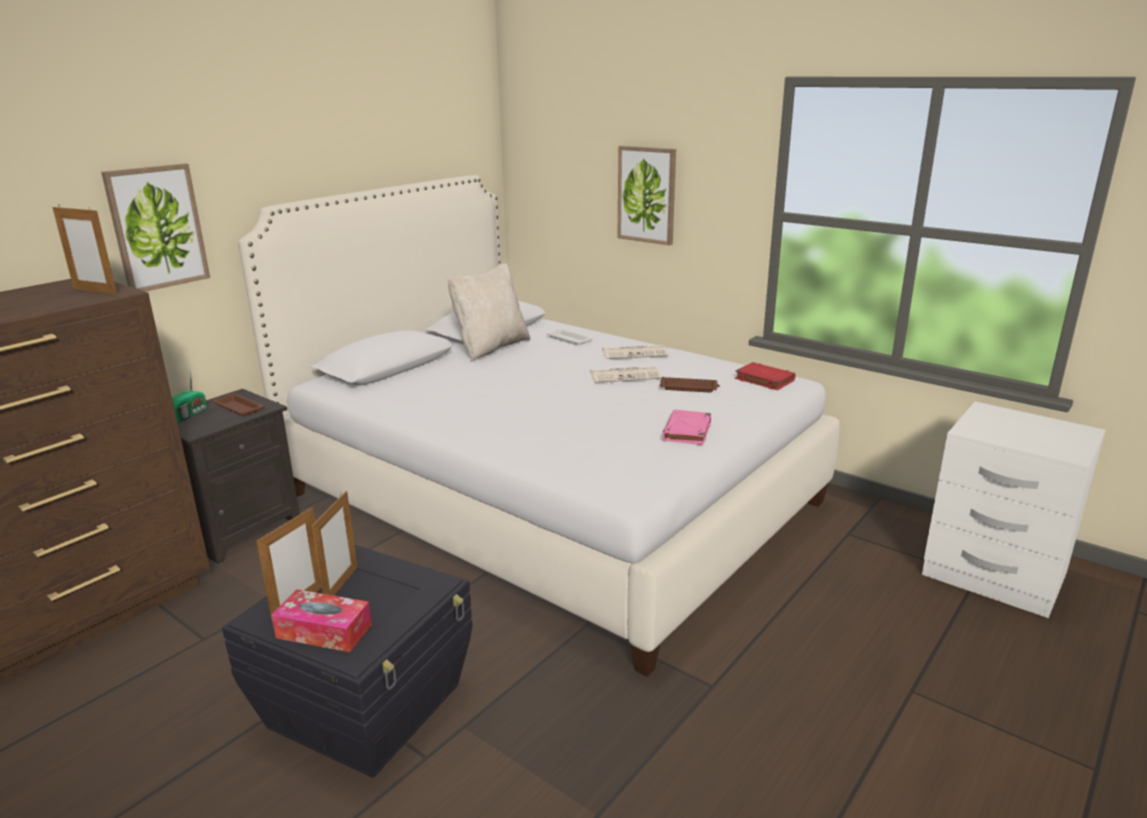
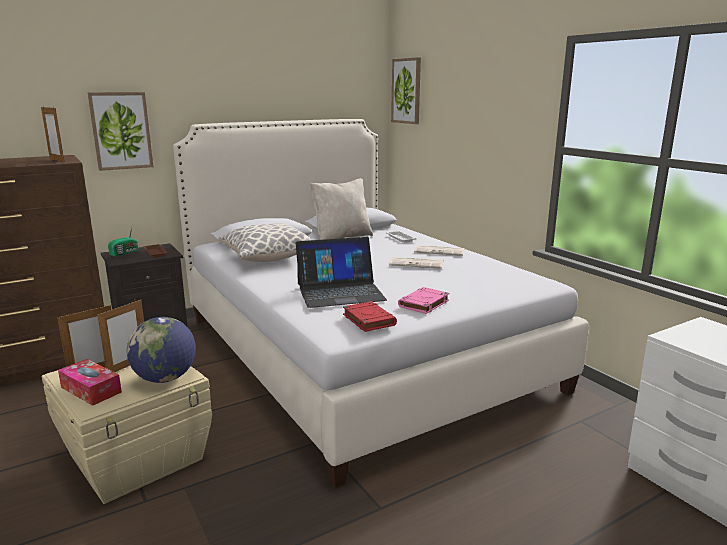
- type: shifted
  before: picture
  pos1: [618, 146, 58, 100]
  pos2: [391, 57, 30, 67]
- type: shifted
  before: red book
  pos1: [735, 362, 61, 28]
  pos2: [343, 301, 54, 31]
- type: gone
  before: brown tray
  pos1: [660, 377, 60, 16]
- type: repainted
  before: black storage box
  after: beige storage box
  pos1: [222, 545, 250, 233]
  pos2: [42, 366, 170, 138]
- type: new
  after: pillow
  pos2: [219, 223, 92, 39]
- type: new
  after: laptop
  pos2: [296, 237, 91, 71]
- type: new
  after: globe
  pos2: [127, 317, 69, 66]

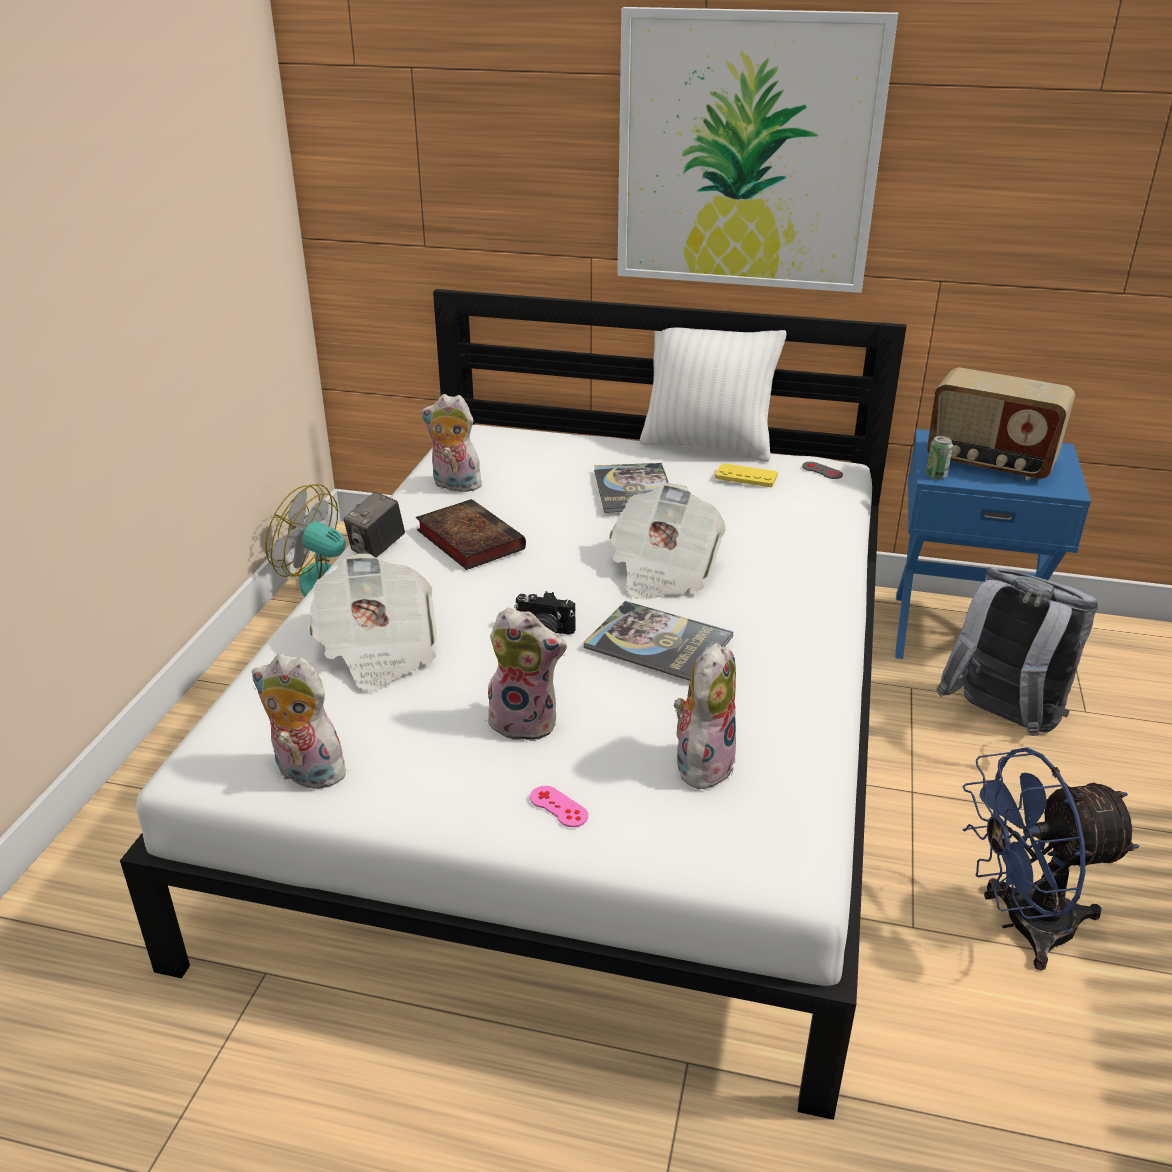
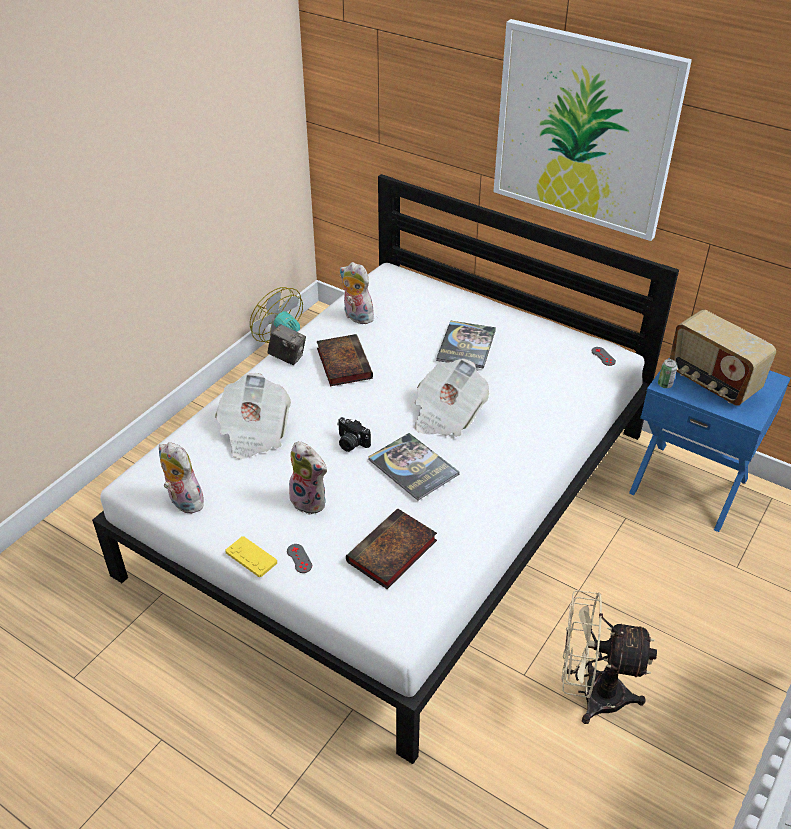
- type: gone
  before: white pillow
  pos1: [640, 327, 147, 135]
- type: shifted
  before: yellow game controller
  pos1: [715, 463, 63, 24]
  pos2: [225, 536, 52, 41]
- type: rotated
  before: photo camera
  pos1: [344, 492, 61, 66]
  pos2: [267, 324, 39, 41]
  turn: -120
- type: gone
  before: grey backpack
  pos1: [936, 567, 162, 169]
- type: swapped
  before: plush toy
  after: book
  pos1: [674, 643, 62, 150]
  pos2: [346, 508, 91, 81]
- type: repainted
  before: blue fan
  after: beige fan
  pos1: [963, 747, 176, 224]
  pos2: [562, 590, 95, 134]
- type: repainted
  before: pink game controller
  after: grey game controller
  pos1: [530, 786, 58, 41]
  pos2: [287, 544, 25, 29]

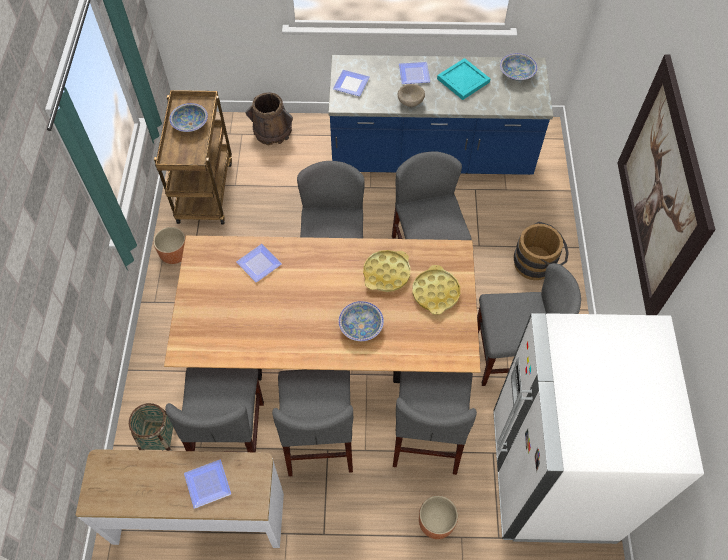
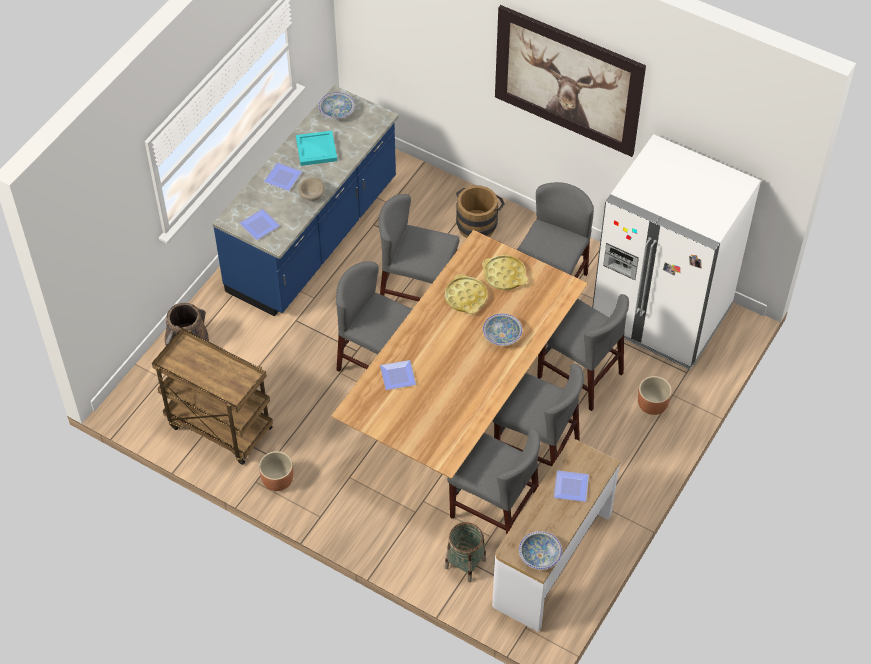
- type: shifted
  before: bowl
  pos1: [169, 103, 39, 29]
  pos2: [519, 531, 43, 39]

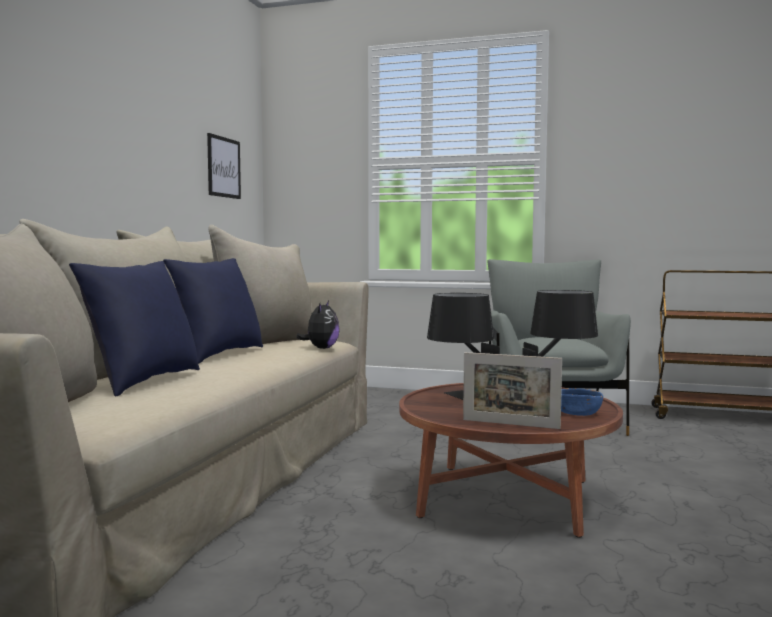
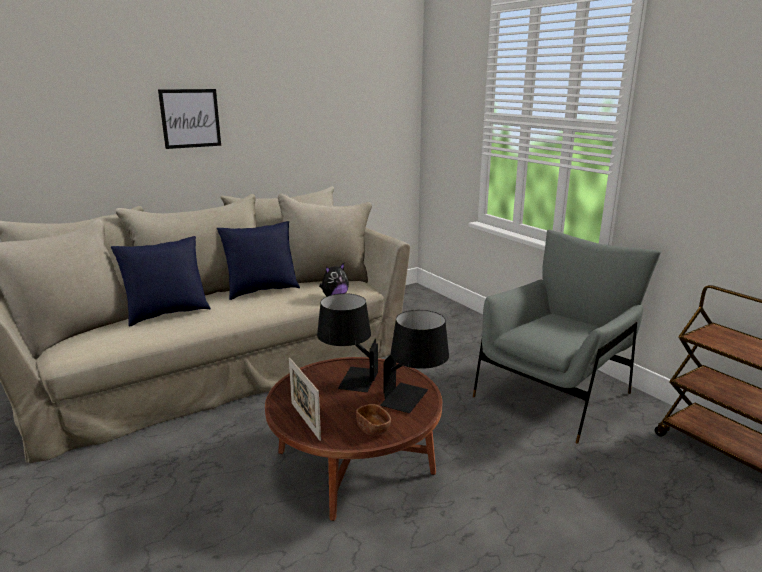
- type: shifted
  before: picture
  pos1: [207, 133, 34, 66]
  pos2: [158, 89, 63, 60]
- type: repainted
  before: blue bowl
  after: brown bowl
  pos1: [561, 388, 42, 28]
  pos2: [356, 404, 35, 31]

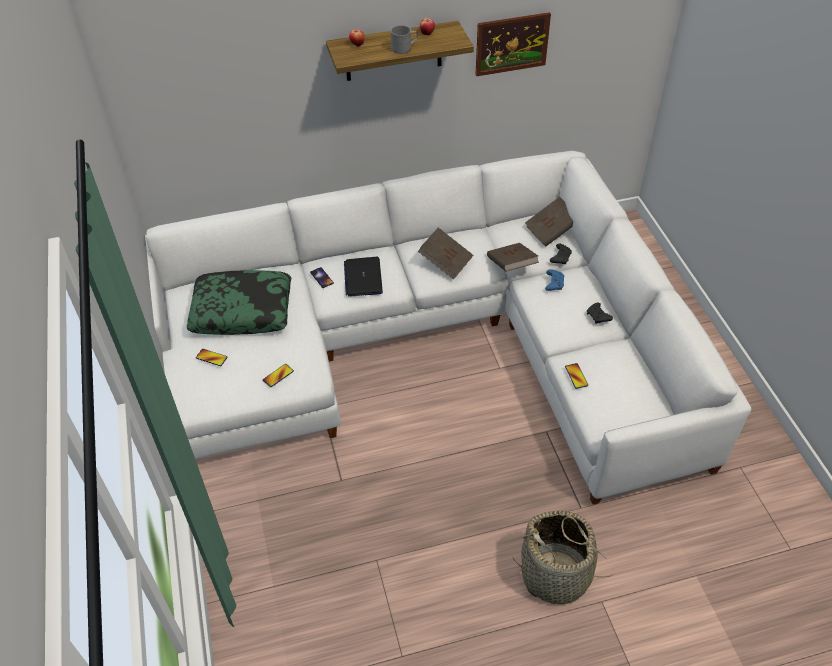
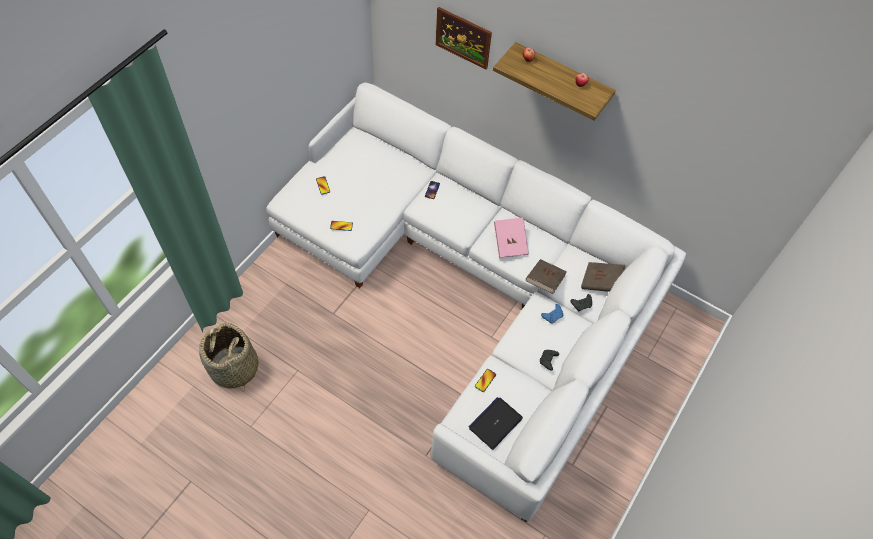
- type: shifted
  before: picture
  pos1: [476, 12, 75, 65]
  pos2: [436, 7, 56, 63]
- type: gone
  before: grey mug
  pos1: [390, 25, 28, 29]
- type: repainted
  before: brown book
  after: pink book
  pos1: [418, 227, 55, 53]
  pos2: [494, 218, 35, 40]
- type: shifted
  before: laptop
  pos1: [344, 257, 39, 40]
  pos2: [468, 397, 55, 53]
- type: gone
  before: pillow
  pos1: [187, 270, 104, 65]
- type: shifted
  before: basket
  pos1: [513, 510, 101, 95]
  pos2: [199, 323, 59, 69]

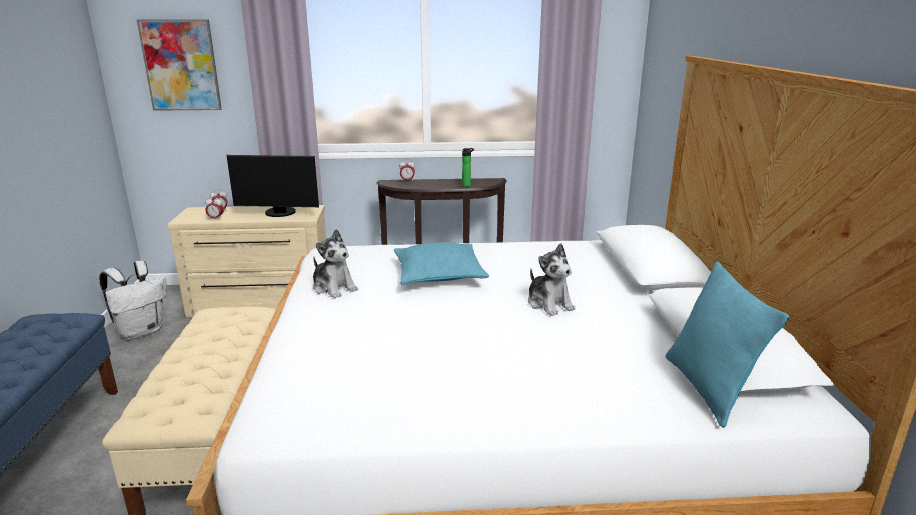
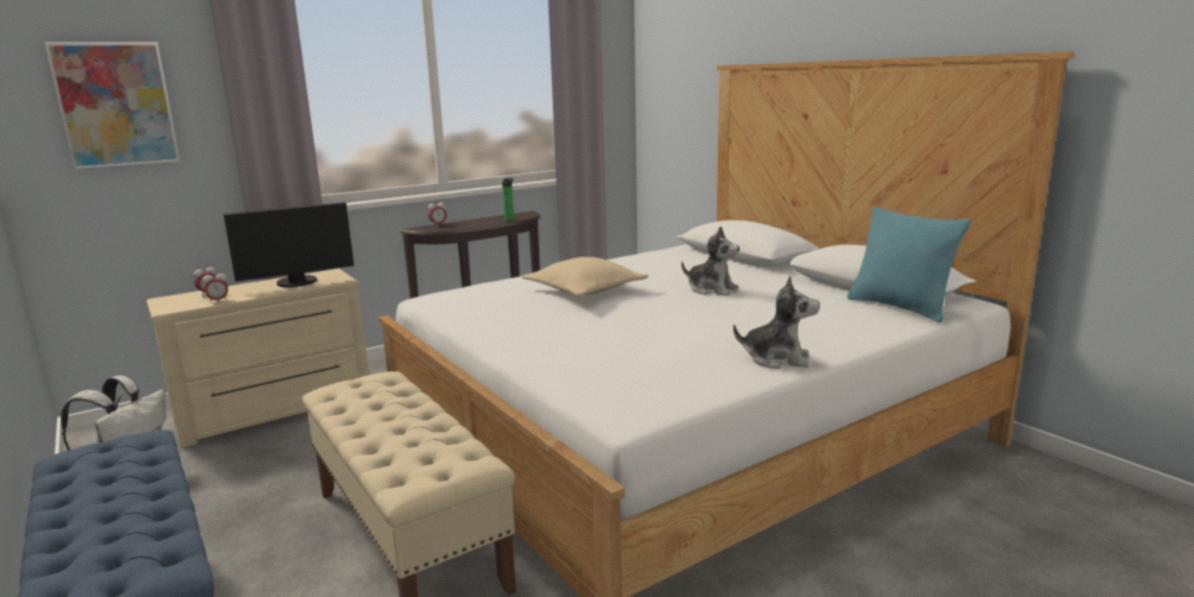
- type: shifted
  before: plush toy
  pos1: [313, 229, 45, 69]
  pos2: [733, 276, 87, 93]
- type: repainted
  before: turquoise pillow
  after: beige pillow
  pos1: [394, 242, 95, 42]
  pos2: [522, 257, 127, 40]

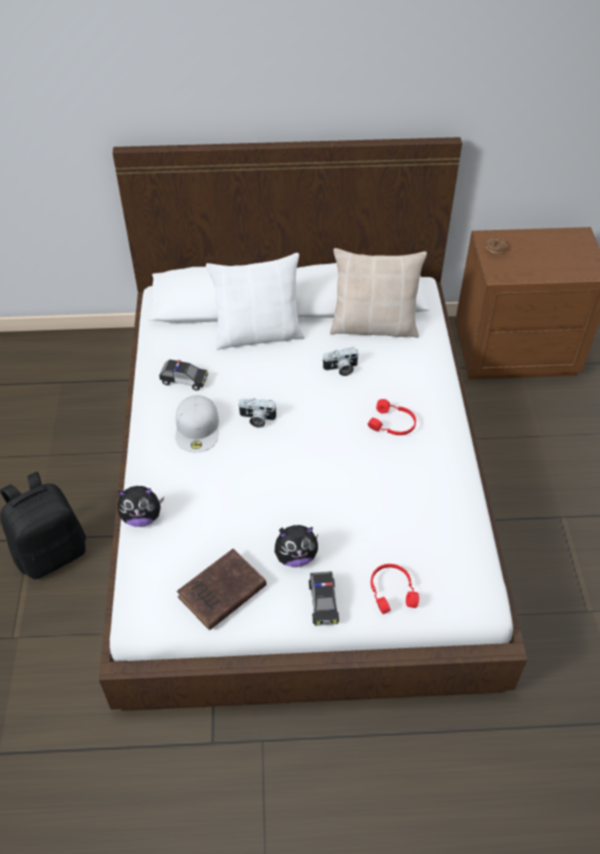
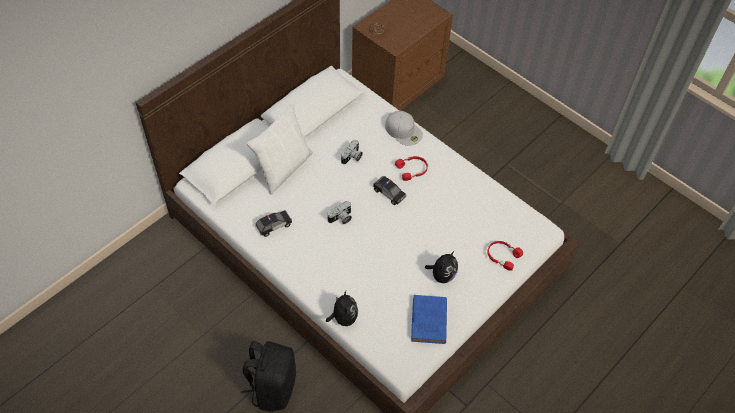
- type: gone
  before: beige pillow
  pos1: [330, 248, 97, 90]
- type: shifted
  before: white cap
  pos1: [175, 395, 44, 57]
  pos2: [385, 111, 38, 35]
- type: rotated
  before: plush toy
  pos1: [117, 486, 47, 41]
  pos2: [326, 291, 32, 35]
  turn: -45
- type: repainted
  before: brown book
  after: blue book
  pos1: [177, 549, 90, 82]
  pos2: [411, 295, 36, 49]
- type: shifted
  before: toy car
  pos1: [309, 571, 30, 55]
  pos2: [373, 176, 33, 29]

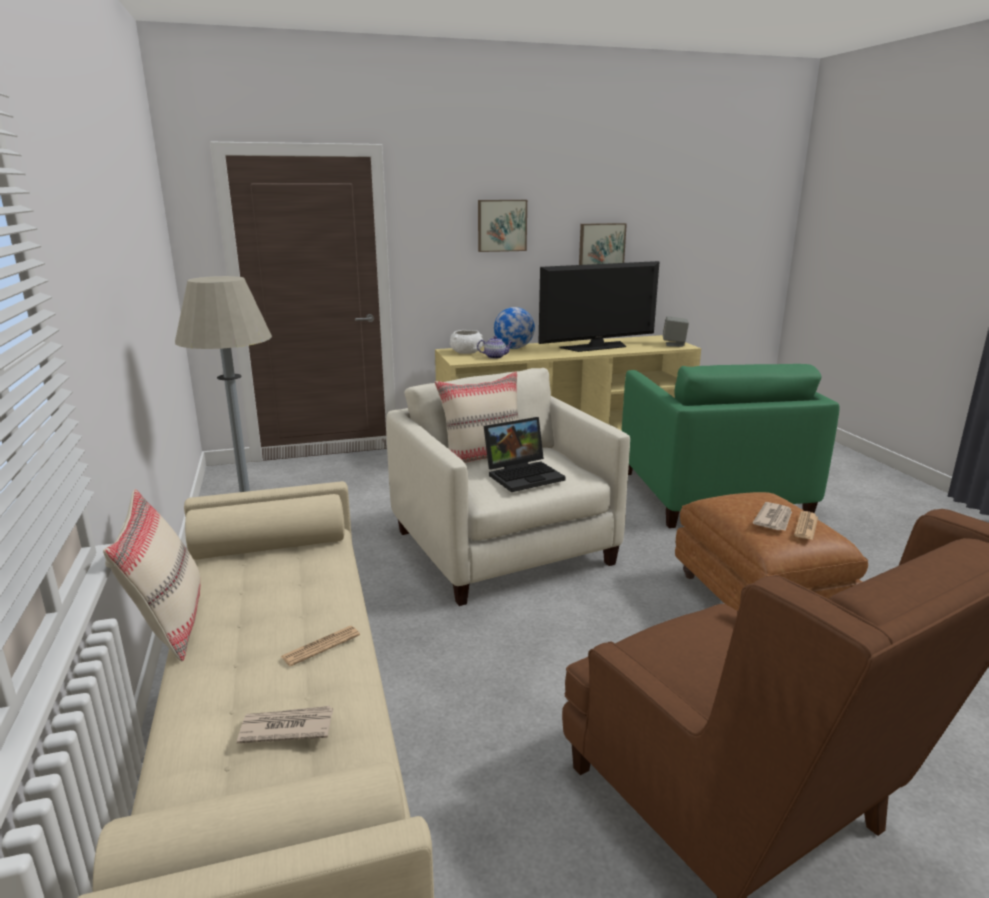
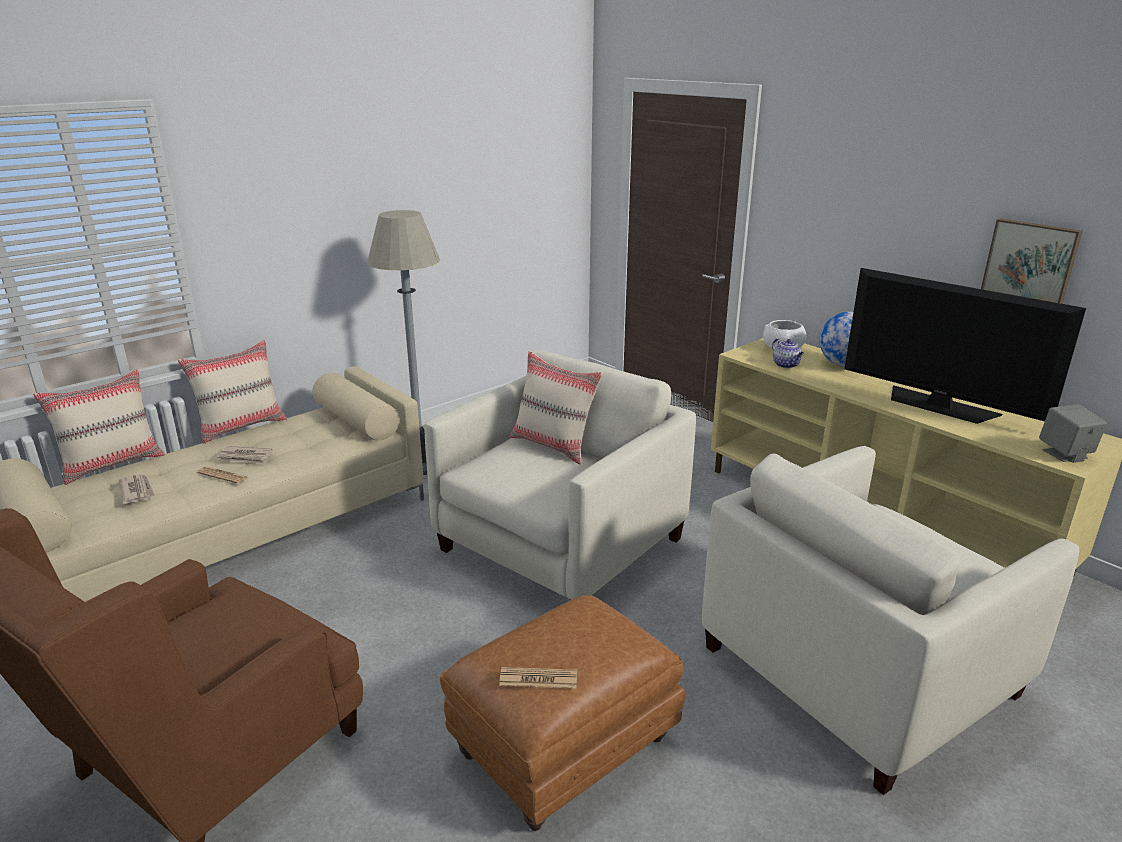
- type: gone
  before: picture
  pos1: [478, 200, 49, 52]
- type: repainted
  before: green armchair
  after: beige armchair
  pos1: [622, 364, 218, 164]
  pos2: [702, 446, 378, 349]
- type: gone
  before: laptop
  pos1: [484, 417, 82, 75]
- type: shifted
  before: newspaper
  pos1: [753, 502, 39, 29]
  pos2: [217, 446, 56, 18]
- type: new
  after: beige pillow
  pos2: [33, 369, 132, 116]

